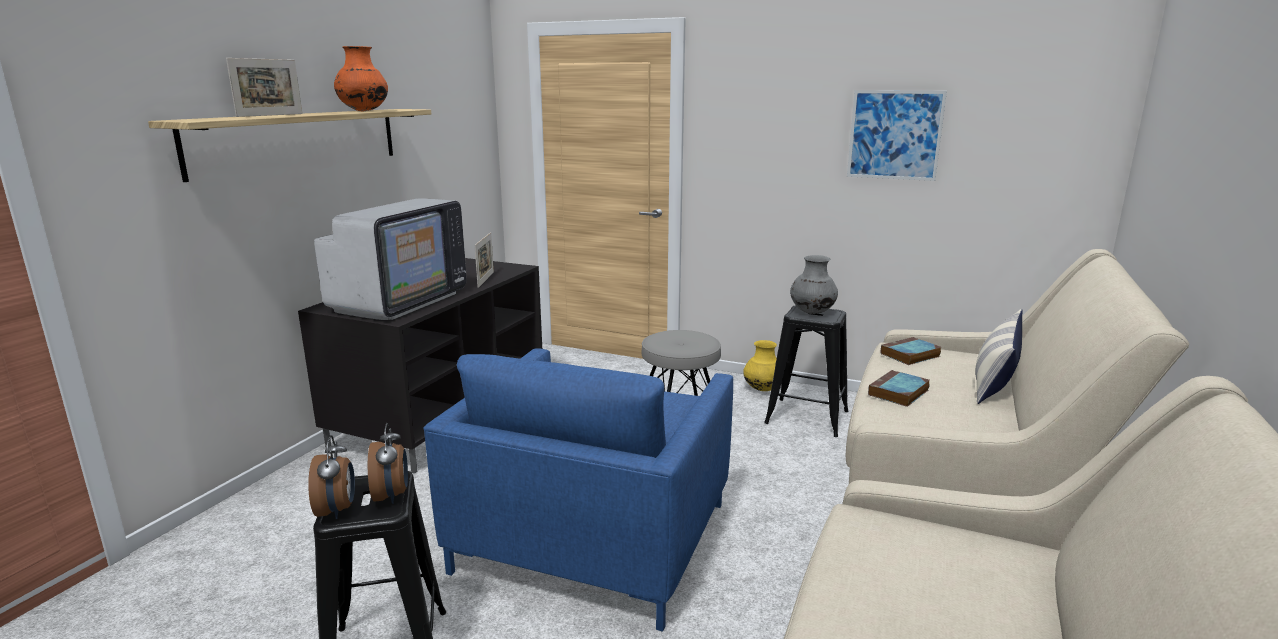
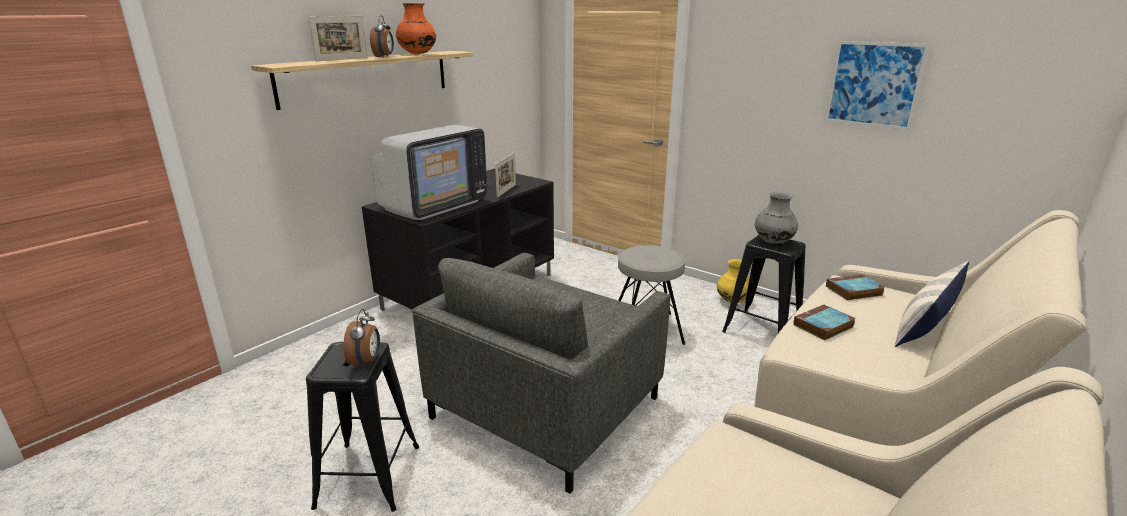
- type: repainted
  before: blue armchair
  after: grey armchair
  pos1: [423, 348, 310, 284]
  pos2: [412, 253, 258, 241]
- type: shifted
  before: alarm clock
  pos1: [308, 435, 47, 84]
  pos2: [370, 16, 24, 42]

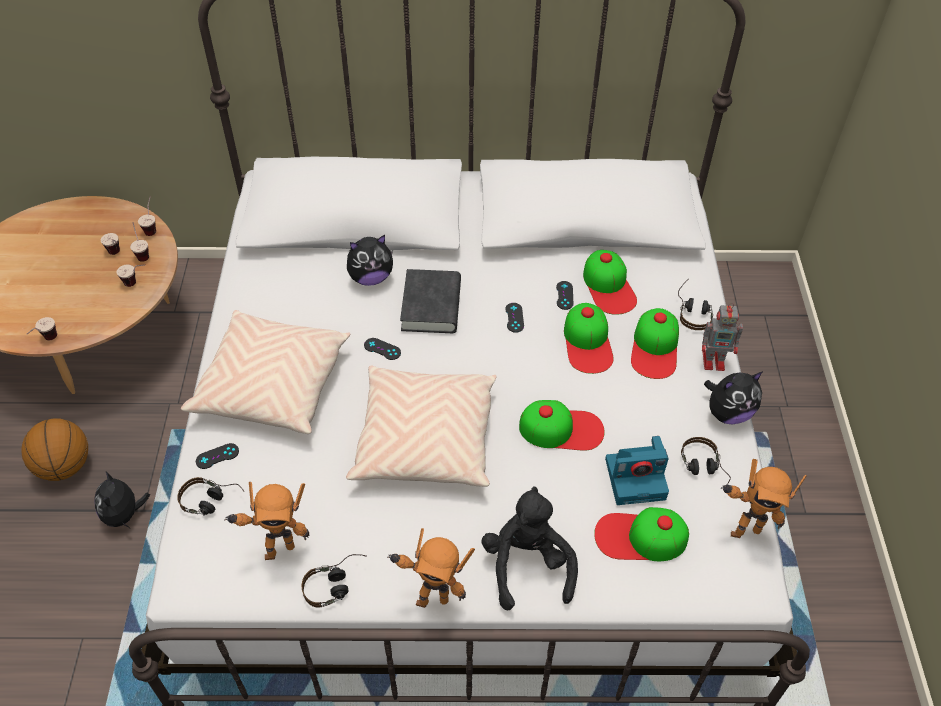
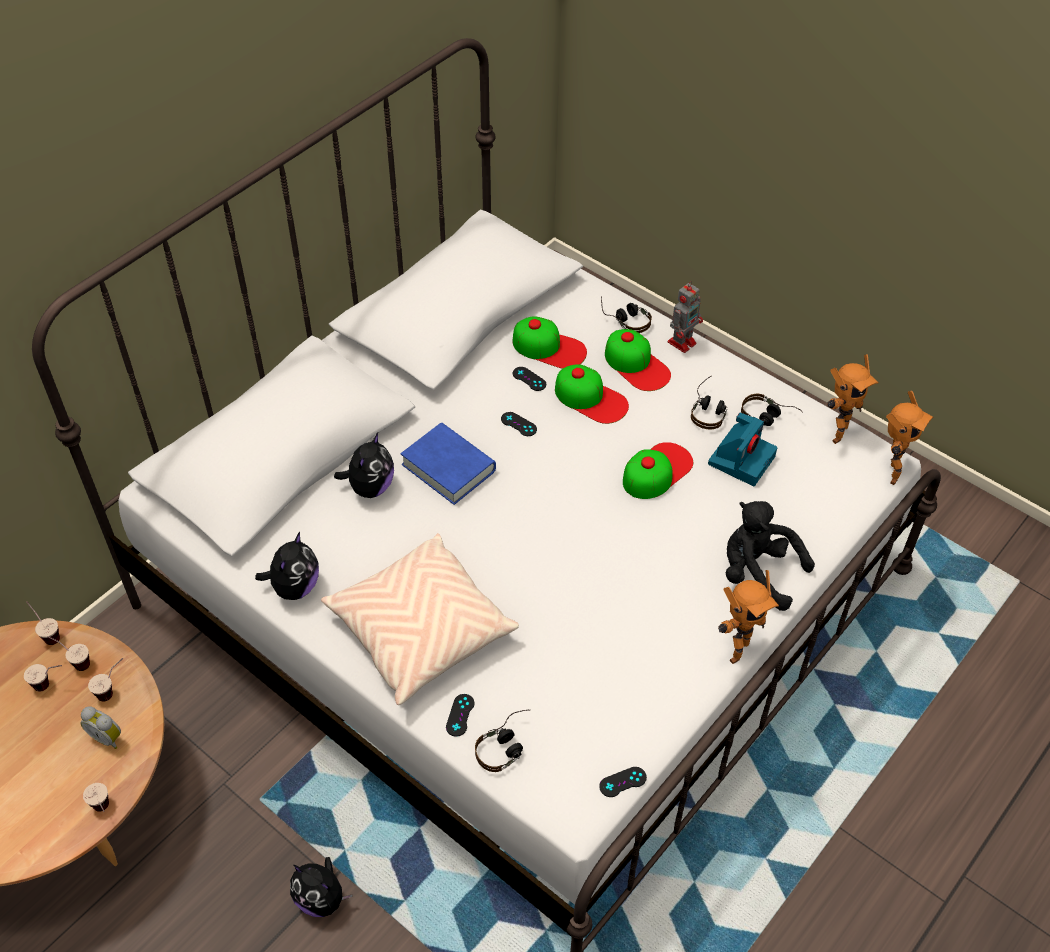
- type: repainted
  before: black book
  after: blue book
  pos1: [400, 269, 61, 64]
  pos2: [401, 423, 95, 82]
- type: shifted
  before: black game controller
  pos1: [364, 338, 37, 22]
  pos2: [599, 767, 48, 30]
- type: gone
  before: beige pillow
  pos1: [346, 365, 151, 122]
- type: shifted
  before: plush toy
  pos1: [704, 371, 59, 53]
  pos2: [255, 532, 64, 68]
- type: gone
  before: basketball
  pos1: [21, 418, 67, 63]
- type: shifted
  before: toy robot
  pos1: [224, 482, 85, 78]
  pos2: [886, 391, 47, 94]
- type: gone
  before: cap
  pos1: [594, 507, 95, 54]
- type: shifted
  before: headphones
  pos1: [302, 554, 64, 54]
  pos2: [691, 376, 36, 54]
- type: new
  after: alarm clock
  pos2: [81, 706, 40, 43]

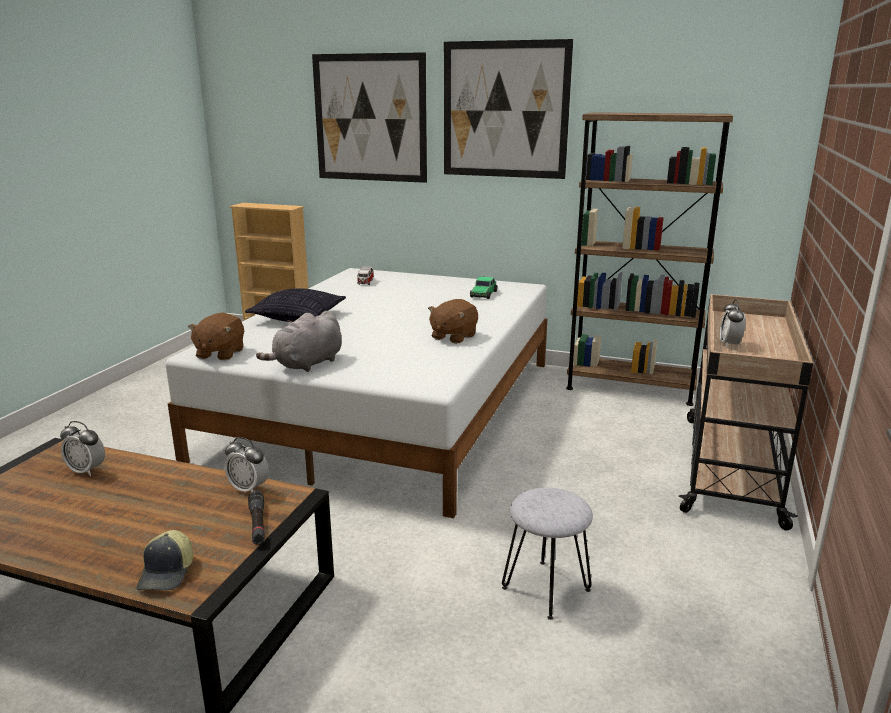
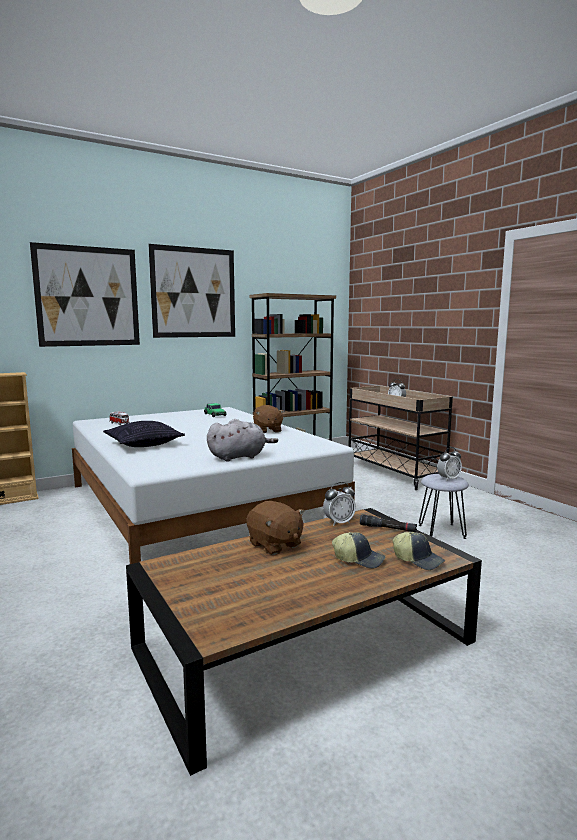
- type: rotated
  before: grey plush toy
  pos1: [256, 311, 86, 61]
  pos2: [207, 419, 71, 43]
  turn: -105
- type: shifted
  before: brown plush toy
  pos1: [188, 313, 56, 47]
  pos2: [246, 501, 59, 54]
- type: shifted
  before: alarm clock
  pos1: [60, 421, 45, 55]
  pos2: [437, 447, 25, 34]
- type: new
  after: cap
  pos2: [332, 532, 53, 36]

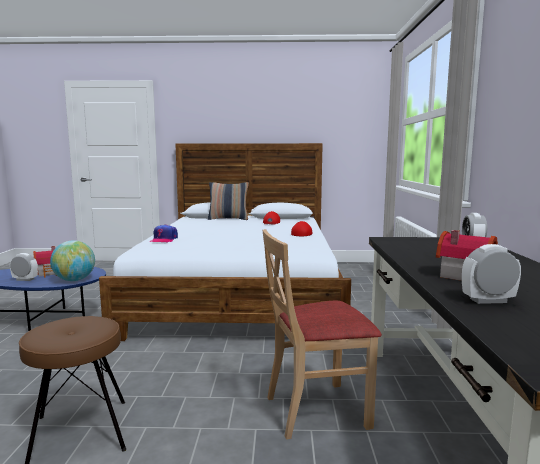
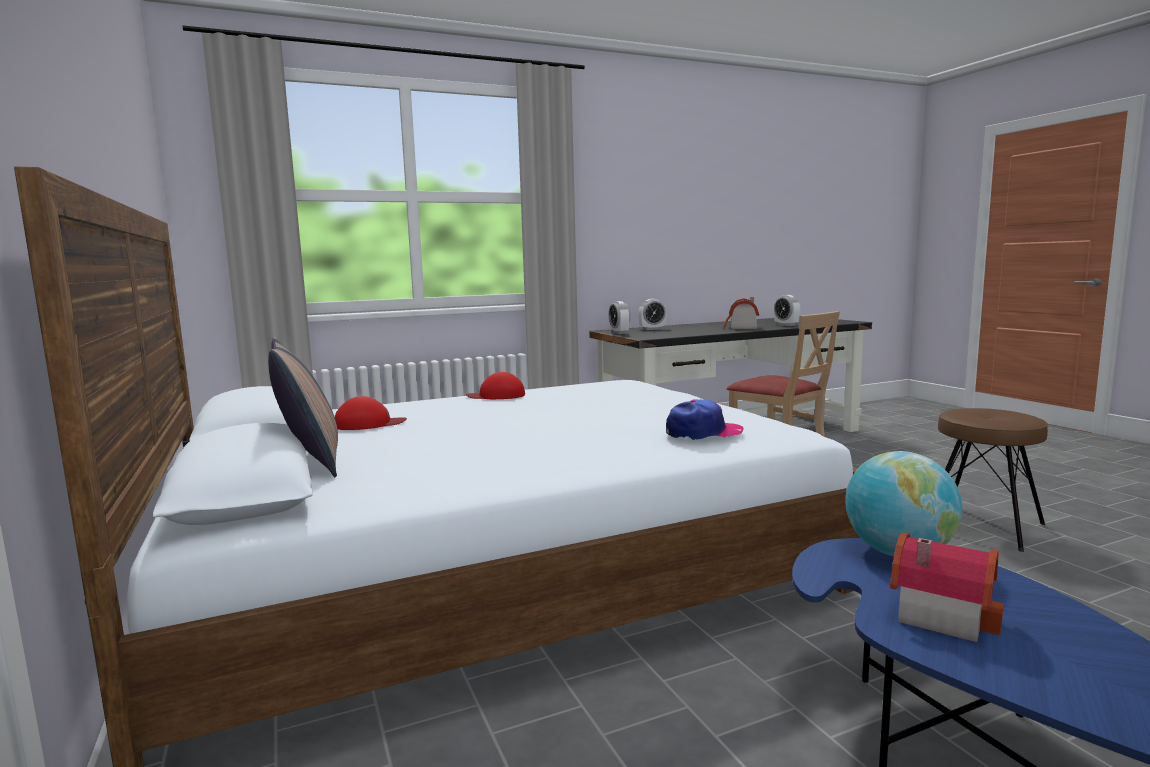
- type: shifted
  before: alarm clock
  pos1: [10, 253, 28, 28]
  pos2: [609, 301, 21, 33]

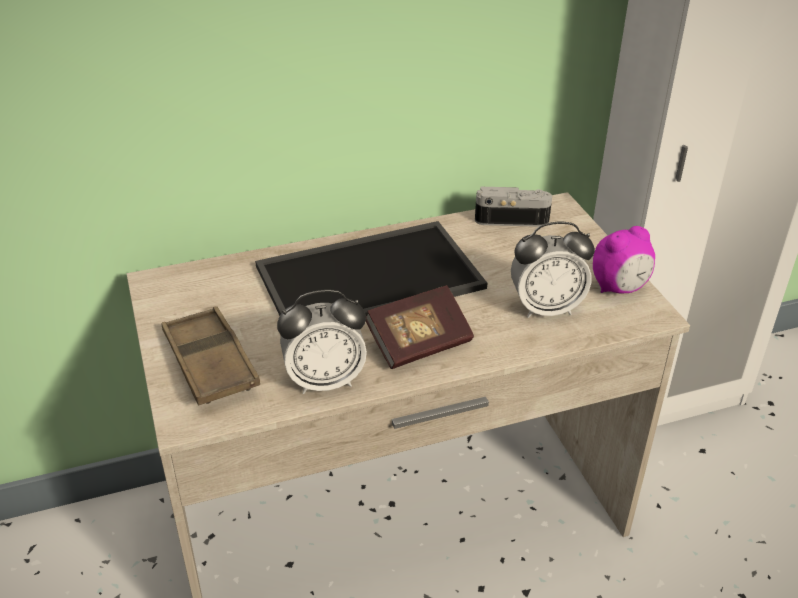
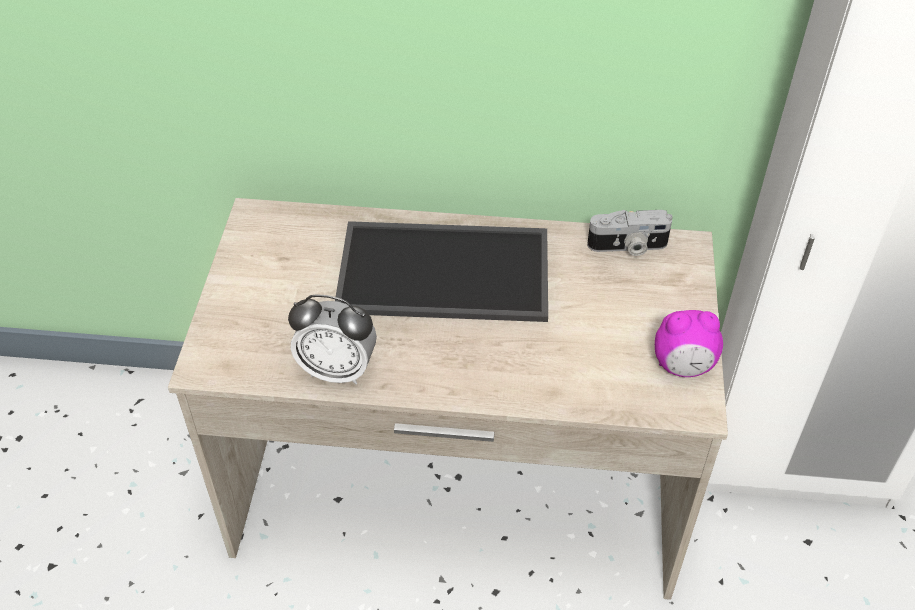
- type: rotated
  before: photo camera
  pos1: [475, 187, 77, 40]
  pos2: [587, 210, 86, 46]
  turn: 150
- type: gone
  before: alarm clock
  pos1: [511, 222, 84, 96]
- type: gone
  before: book
  pos1: [366, 285, 108, 84]
- type: gone
  before: brown tray
  pos1: [161, 306, 99, 100]

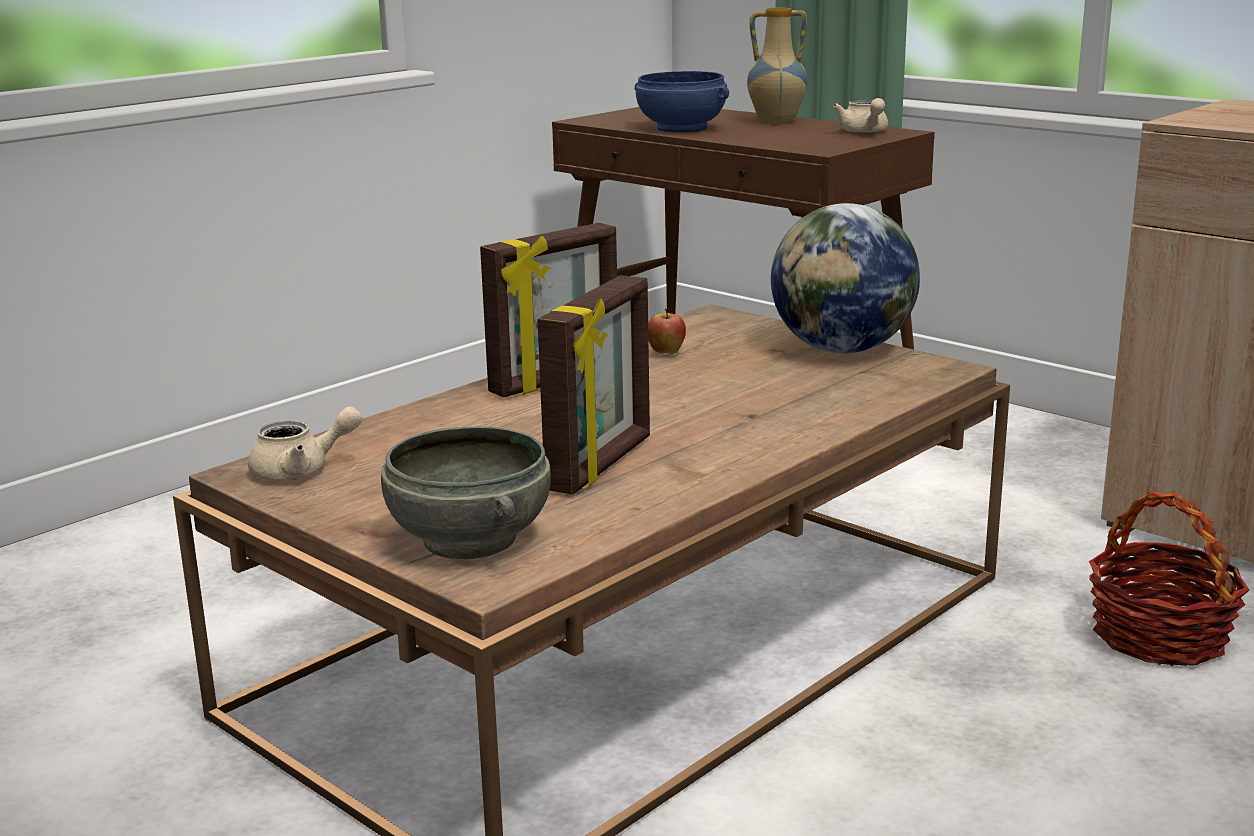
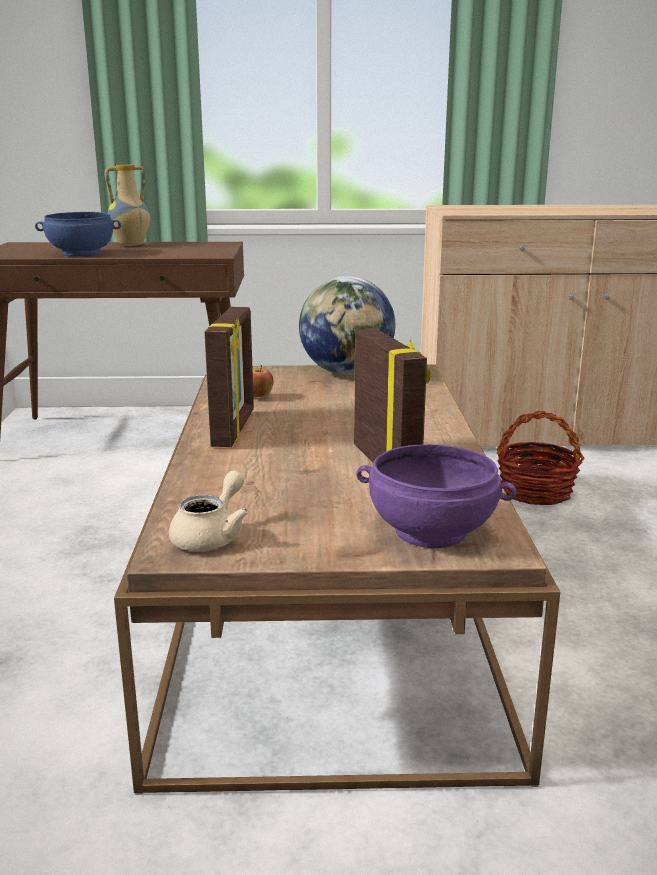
- type: gone
  before: beige teapot
  pos1: [833, 98, 55, 35]
- type: repainted
  before: grey bowl
  after: purple bowl
  pos1: [381, 426, 170, 133]
  pos2: [356, 444, 161, 104]

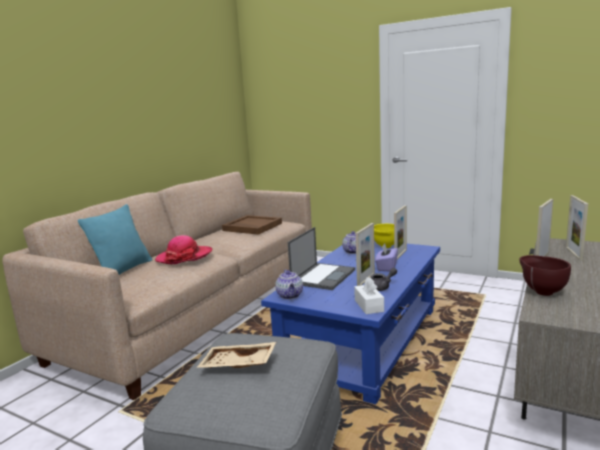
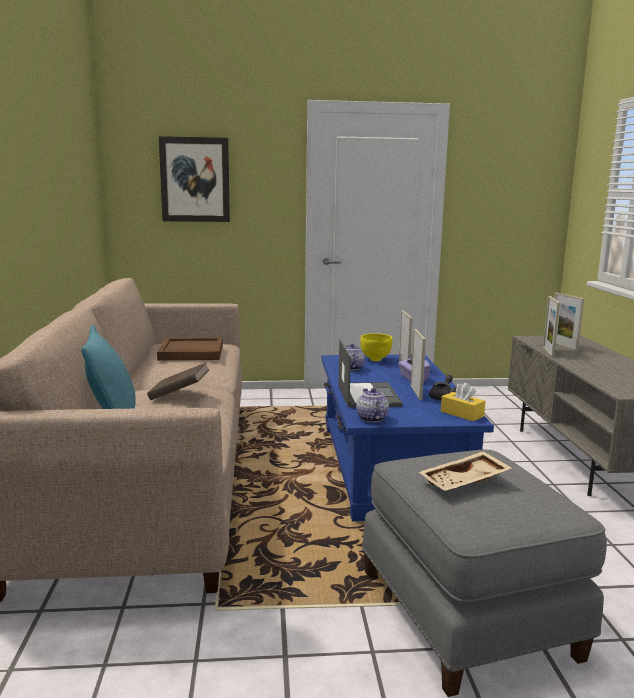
- type: swapped
  before: hat
  after: brown book
  pos1: [155, 235, 57, 29]
  pos2: [147, 362, 63, 38]
- type: gone
  before: brown bowl
  pos1: [519, 255, 52, 41]
- type: rotated
  before: teapot
  pos1: [275, 270, 28, 29]
  pos2: [356, 388, 33, 34]
  turn: -150
- type: repainted
  before: white tissue box
  after: yellow tissue box
  pos1: [354, 277, 30, 37]
  pos2: [441, 382, 44, 39]
- type: new
  after: picture
  pos2: [159, 136, 71, 86]

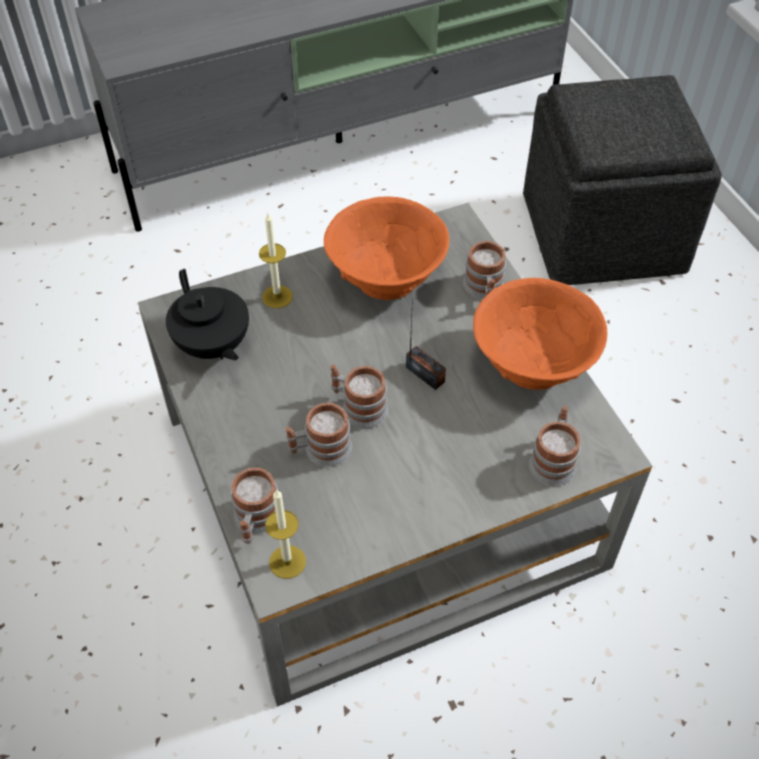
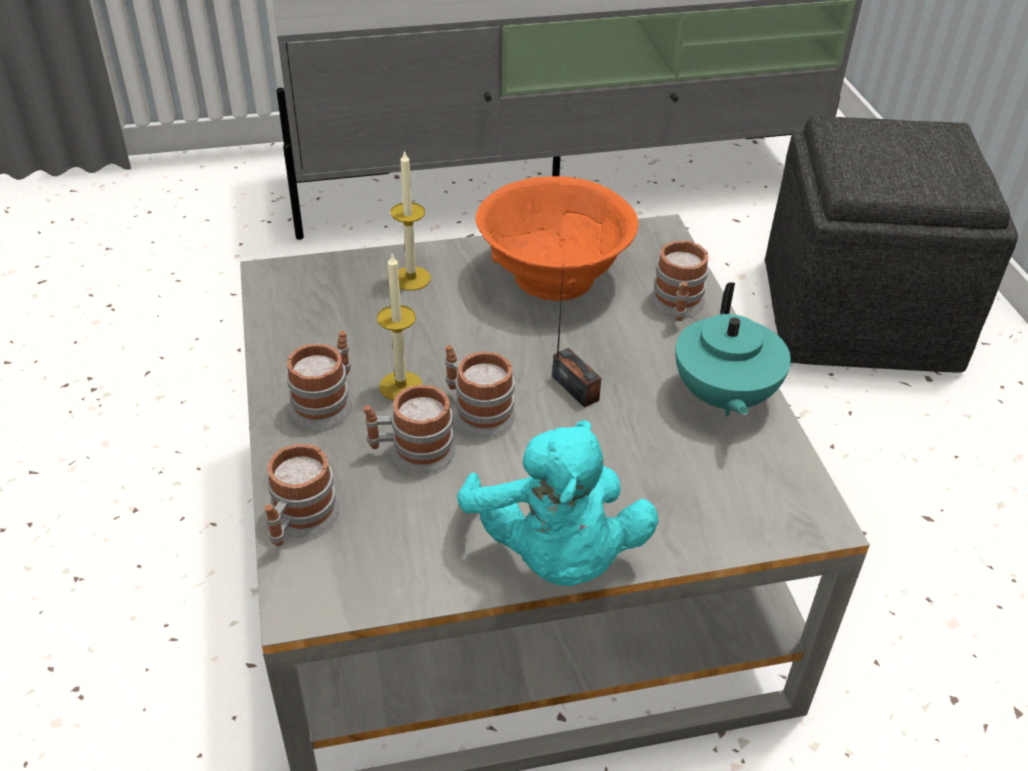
- type: gone
  before: black teapot
  pos1: [166, 269, 83, 92]
- type: swapped
  before: orange bowl
  after: turquoise teapot
  pos1: [473, 278, 134, 112]
  pos2: [675, 283, 116, 134]
- type: shifted
  before: mug
  pos1: [529, 406, 52, 80]
  pos2: [286, 331, 66, 98]
- type: shifted
  before: candle
  pos1: [265, 489, 41, 90]
  pos2: [377, 254, 46, 146]
- type: new
  after: turquoise plush toy
  pos2: [457, 420, 201, 166]

